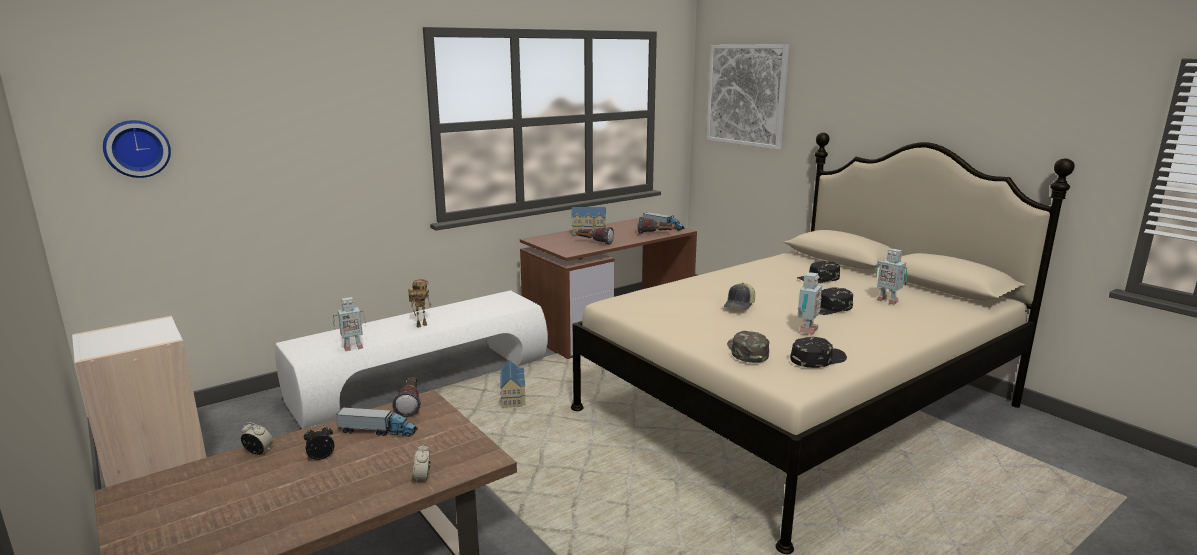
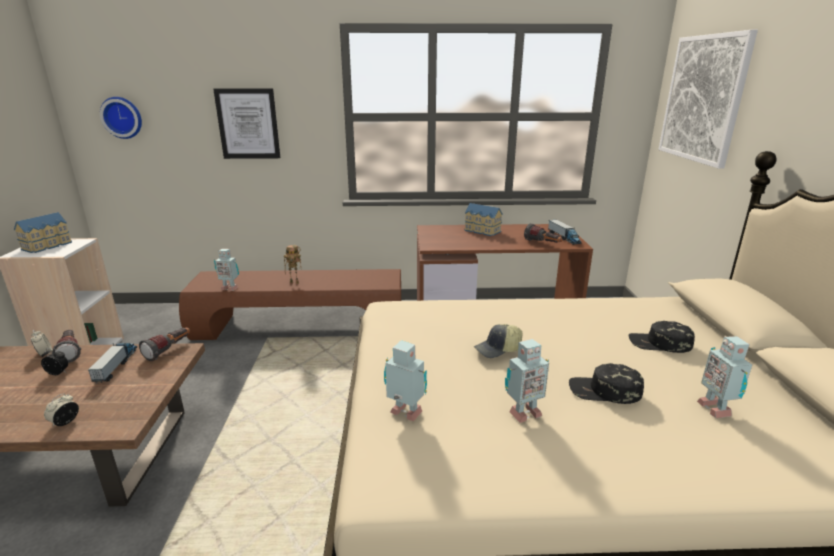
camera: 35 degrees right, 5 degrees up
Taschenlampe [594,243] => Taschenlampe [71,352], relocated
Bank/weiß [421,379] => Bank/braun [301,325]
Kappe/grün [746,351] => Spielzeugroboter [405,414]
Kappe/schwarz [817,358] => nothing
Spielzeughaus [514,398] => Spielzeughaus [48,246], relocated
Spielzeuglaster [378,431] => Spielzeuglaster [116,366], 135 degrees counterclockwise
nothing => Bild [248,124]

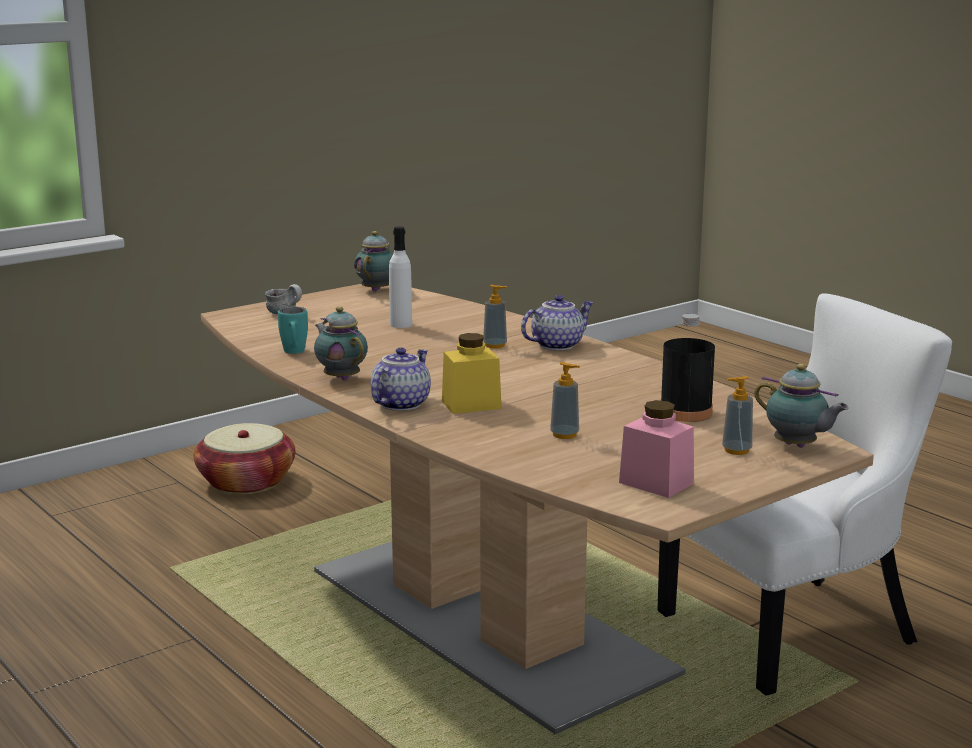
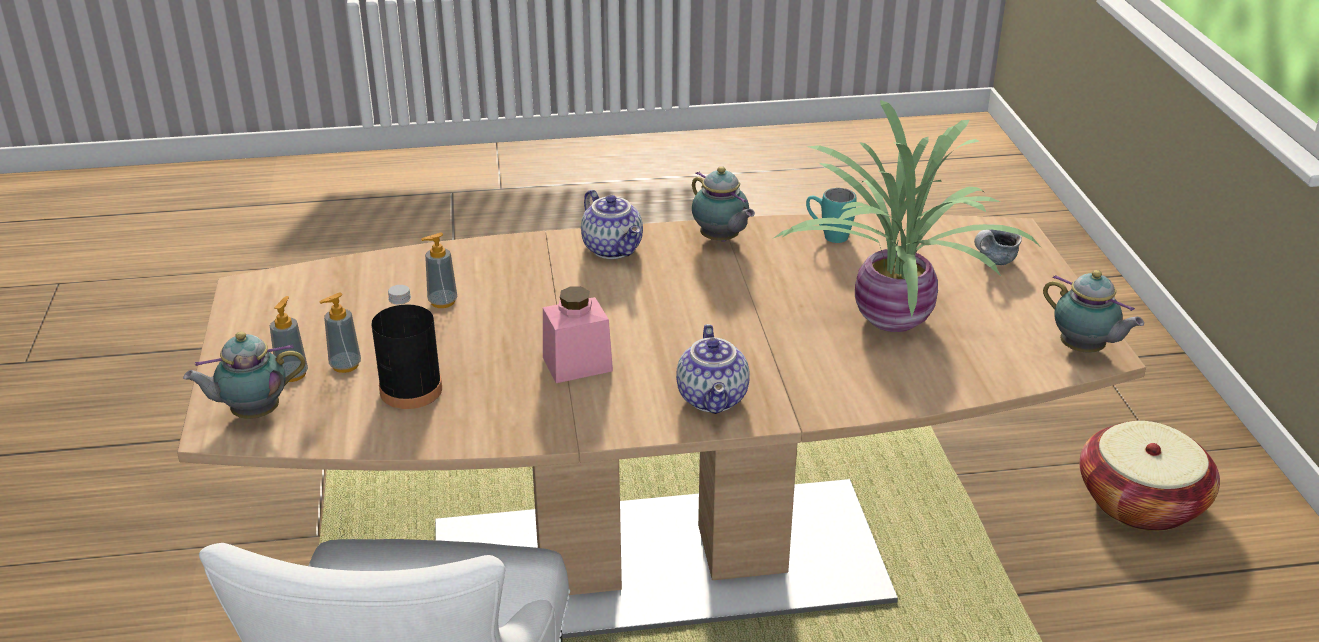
camera: 120 degrees right, 15 degrees up
Flasche/weiß [401,324] => Topfpflanze [891,321]
Seifenspender [495,345] => Seifenspender [345,365], relocated
Teekanne [341,378] => Teekanne [720,240], 60 degrees clockwise
Vorratsglas/gelb [471,404] => nothing
Vorratsglas/rosa [656,483] => Vorratsglas/rosa [577,364], relocated

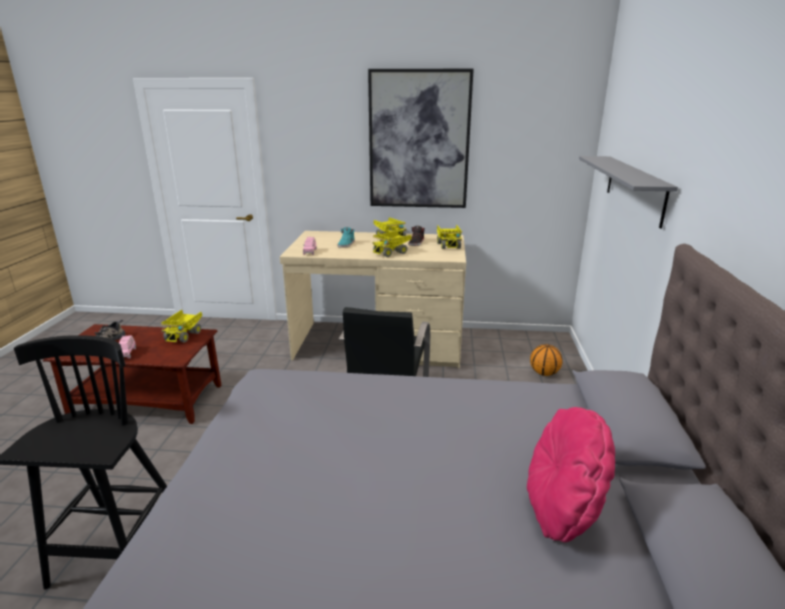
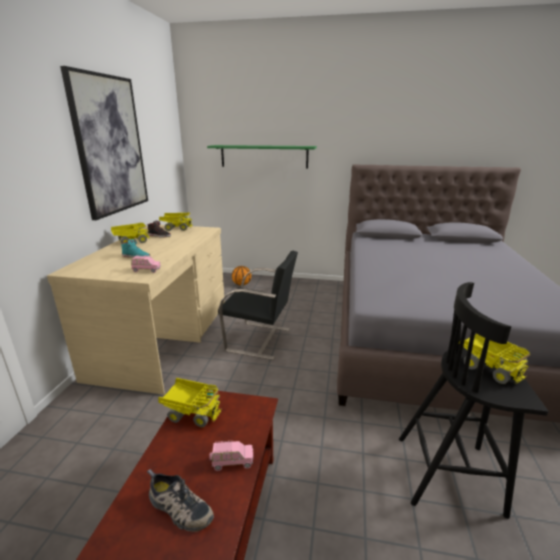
camera: 85 degrees left, 0 degrees up
Wandregal/grau [634,188] => Wandregal/grün [264,156]
Spielzeuglaster [391,252] => Spielzeuglaster [488,368], relocated
Kissen/rosa [560,514] => nothing

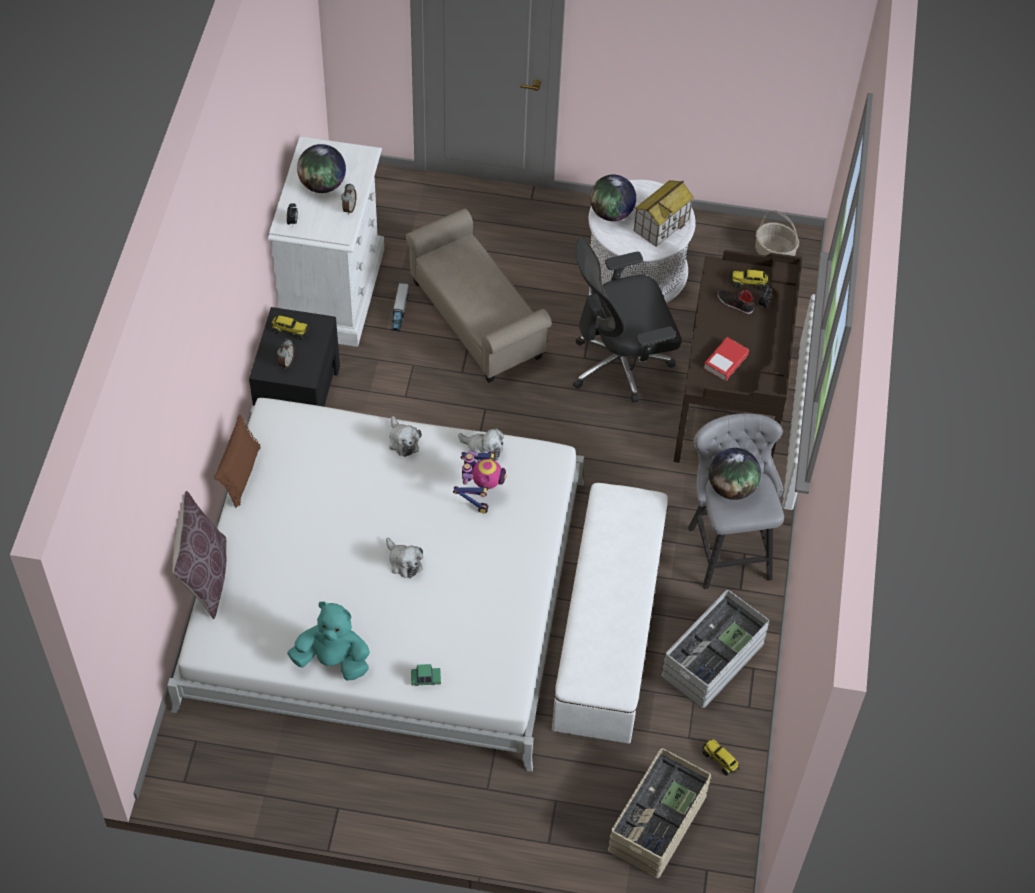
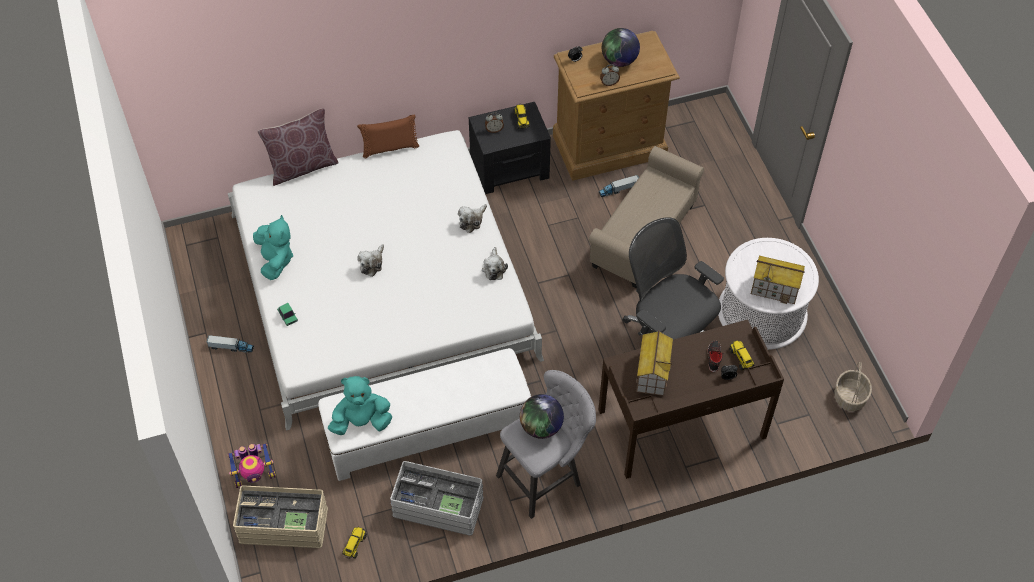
camera: 65 degrees right, 0 degrees up
Kommode/weiß [333,291] => Kommode/braun [609,146]
Globus [611,213] => nothing
Buch [725,361] => Spielzeughaus [652,373]
Spielzeugroboter [480,492] => Spielzeugroboter [255,475], relocated
nothing => Spielzeuglaster [231,347]
nothing => Plüschtier/türkis [361,421]

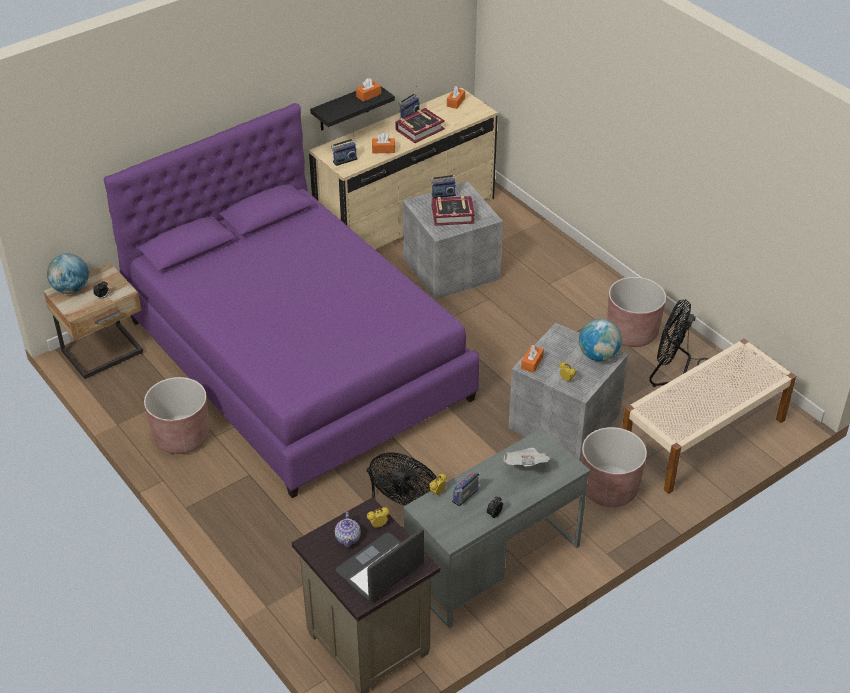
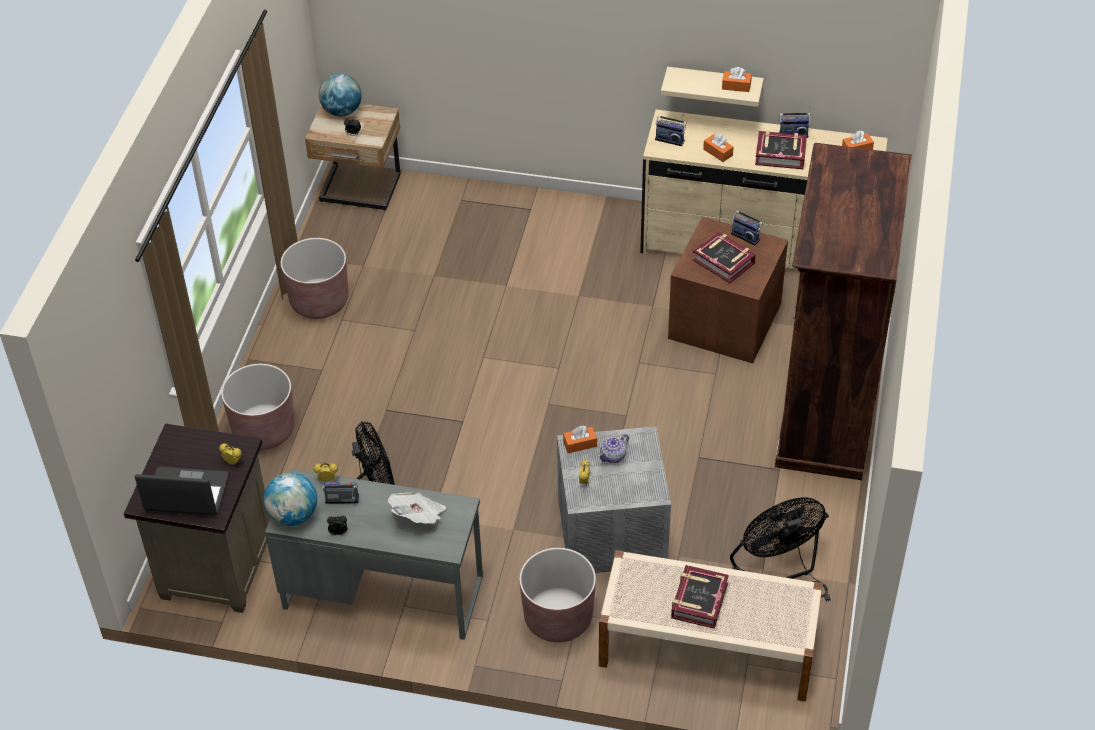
camera: 50 degrees right, 5 degrees up
Wandregal/schwarz [344,108] => Wandregal/beige [714,86]
Bett/lila [298,359] => nothing
Aufbewahrungsbox/grau [451,267] => Aufbewahrungsbox/braun [726,320]
Pflanzkübel/braun [632,333] => Pflanzkübel/braun [264,430], relocated
Globus [598,355] => Globus [293,515], relocated
Teekanne [348,538] => Teekanne [613,456], relocated
nothing => Kleiderschrank/braun [825,414]
nothing => Buch [698,600]

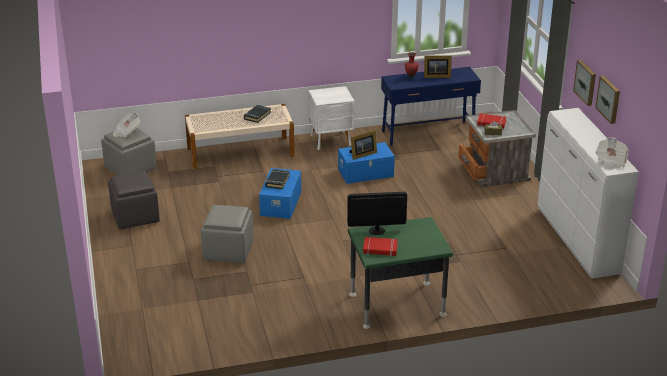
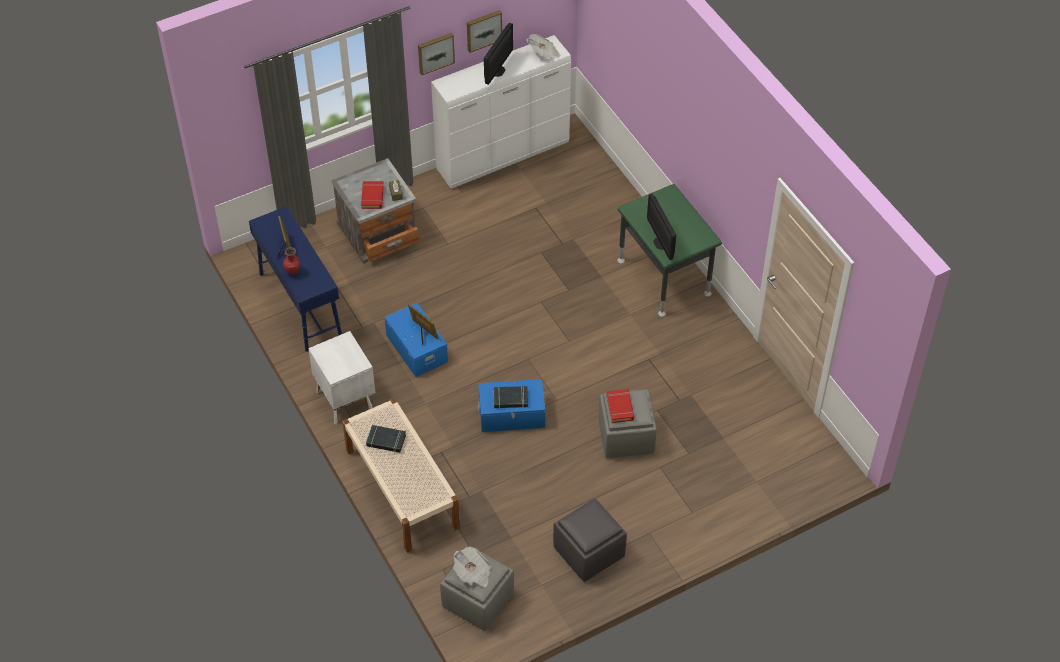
camera: 105 degrees left, 20 degrees up
Buch/rot [380,249] => Buch/rot [620,407], relocated
nothing => Monitor [497,71]

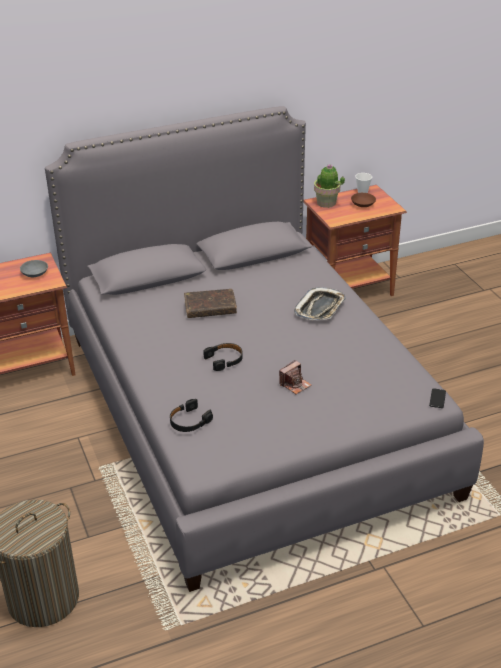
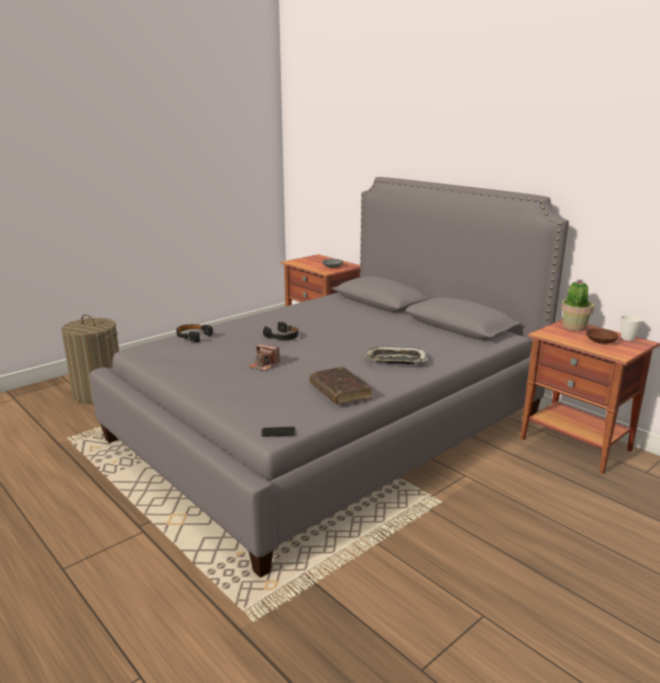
camera: 70 degrees right, 15 degrees down
Buch/braun [210,308] => Buch/braun [339,392], relocated

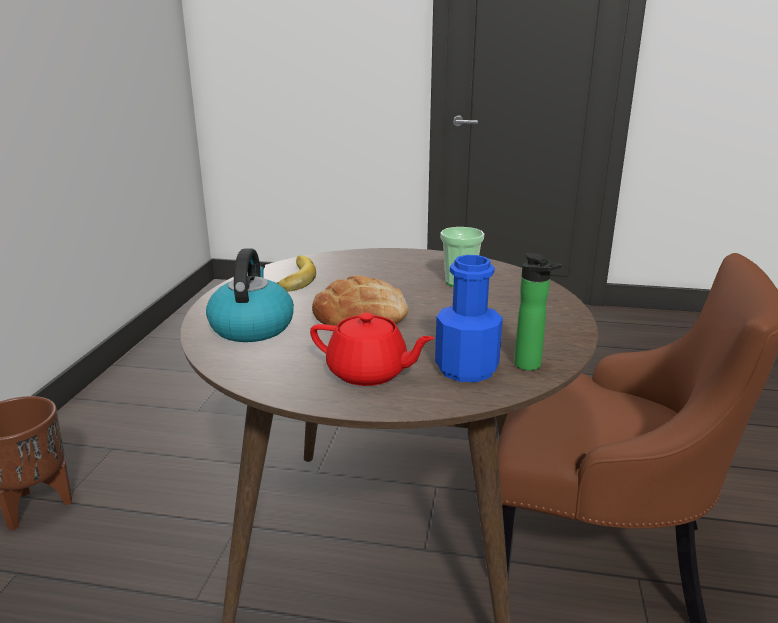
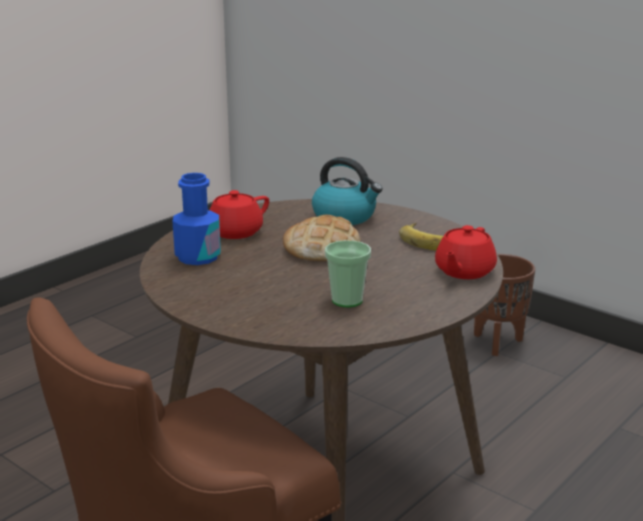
camera: 120 degrees right, 0 degrees up
Flasche [530,366] => nothing
nothing => Teekanne/rot [463,271]

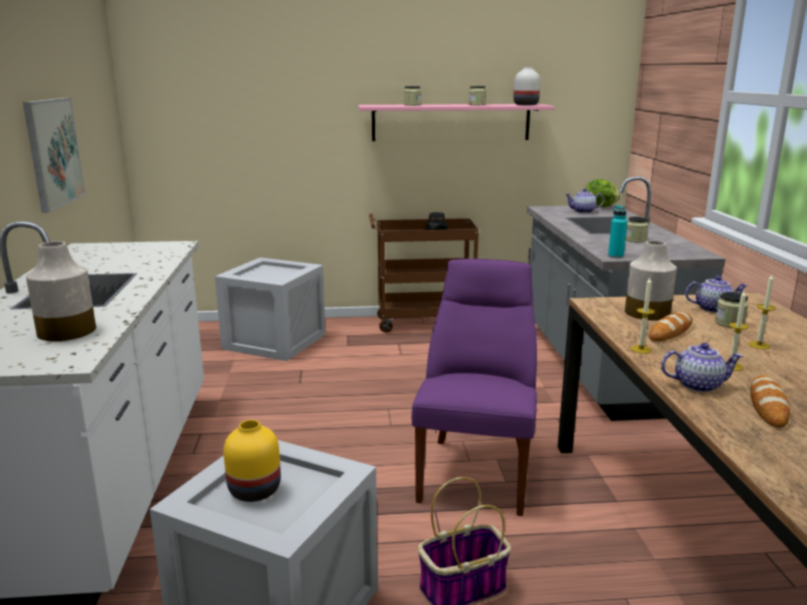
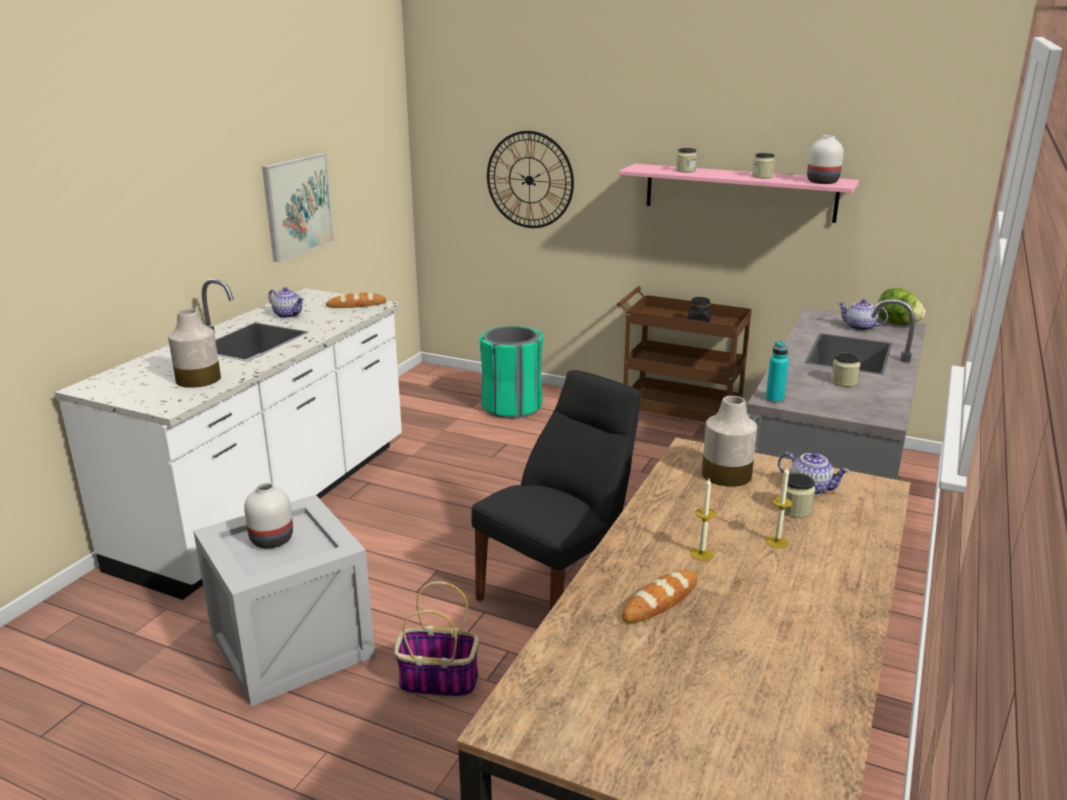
camera: 30 degrees right, 5 degrees up
Kiste [274,341] => Mülleimer/grün [512,407]
Stuhl/lila [476,471] => Stuhl/schwarz [559,590]
Kerze [641,349] => nothing
Brot [670,331] => Brot [356,305], relocated
Teekanne [698,385] => Teekanne [288,315], relocated
Vase/gelb [255,489] => Vase/weiß [273,539]
nothing => Wanduhr [529,180]

